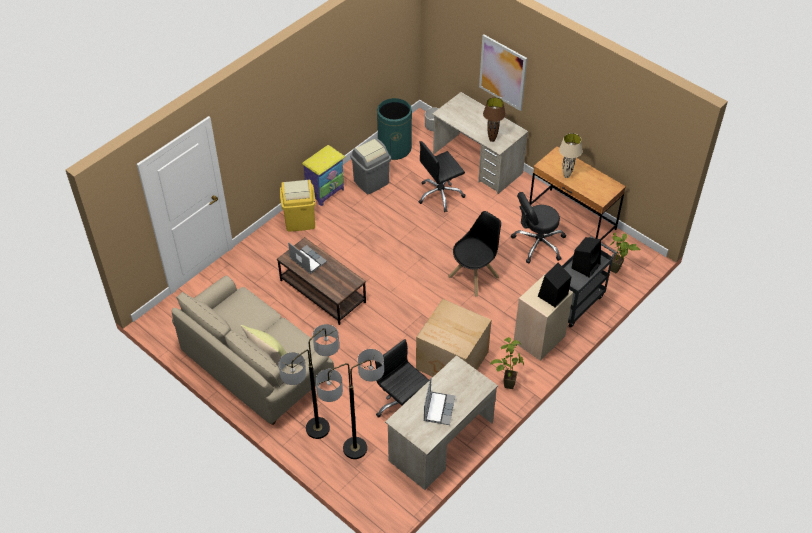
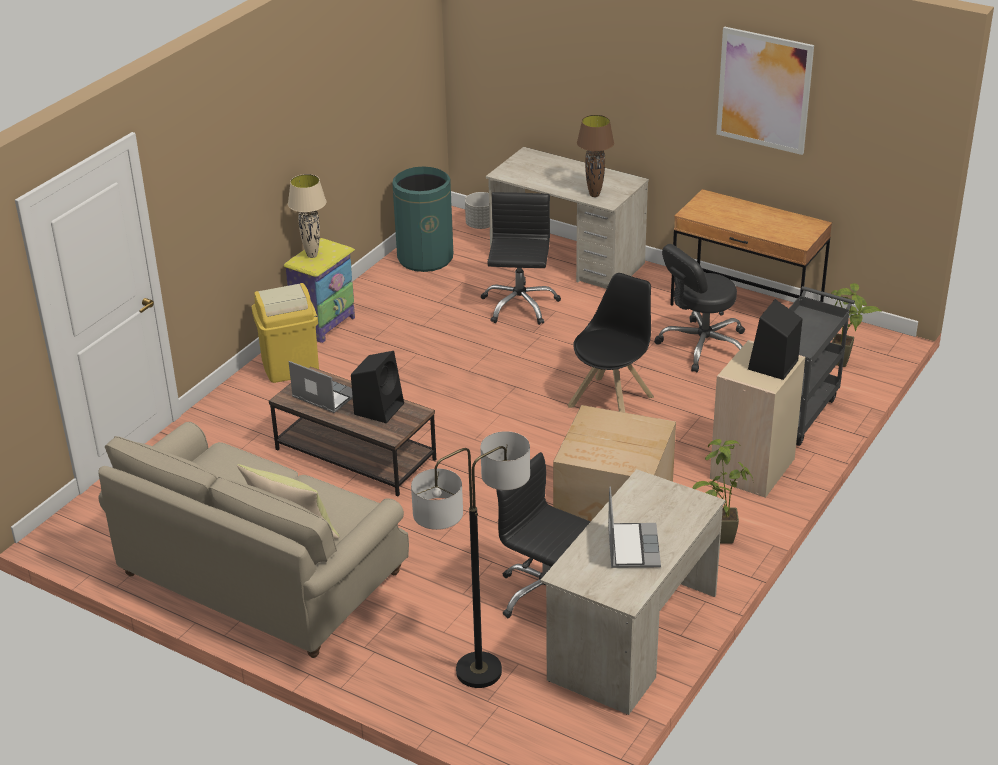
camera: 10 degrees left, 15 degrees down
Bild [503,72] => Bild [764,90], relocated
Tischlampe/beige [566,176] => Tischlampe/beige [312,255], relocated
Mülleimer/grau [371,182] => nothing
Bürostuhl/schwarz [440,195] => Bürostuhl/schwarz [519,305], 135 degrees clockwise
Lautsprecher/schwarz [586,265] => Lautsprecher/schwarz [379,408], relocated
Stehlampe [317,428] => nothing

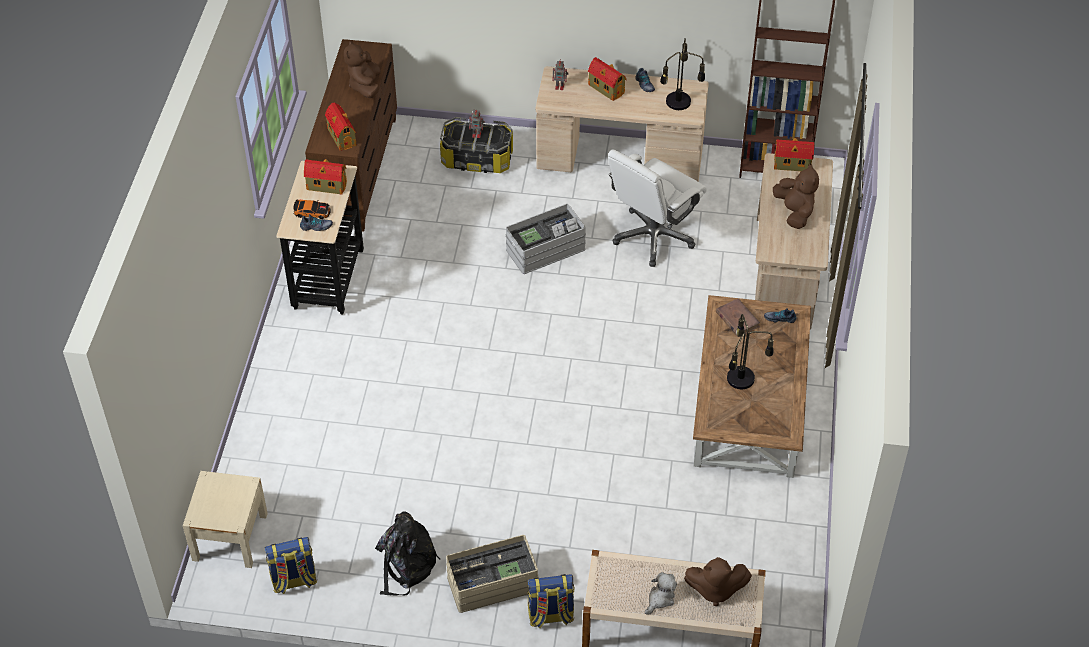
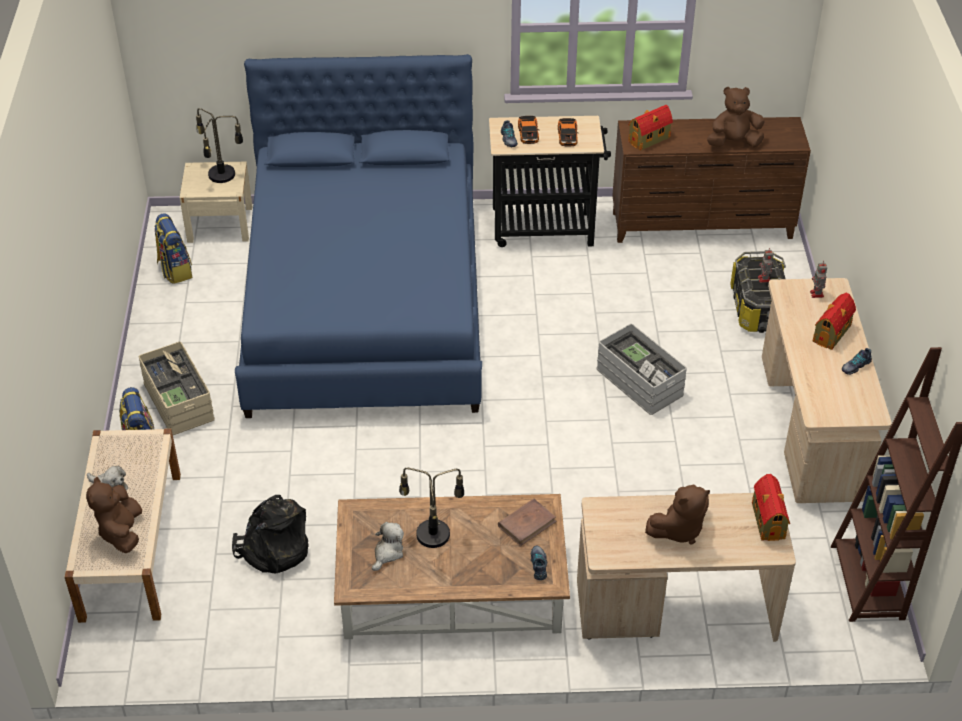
camera: 80 degrees right, 5 degrees down
Tischlampe [678,102] => Tischlampe [221,175], relocated
Bürostuhl/weiß [653,236] => nothing
Spielzeughaus [325,185] => Spielzeugauto [568,136]
Rucksack/schwarz [405,565] => Rucksack/schwarz [273,549], relocated
nothing => Bett/blau [365,302]
nothing => Plüschtier [387,553]

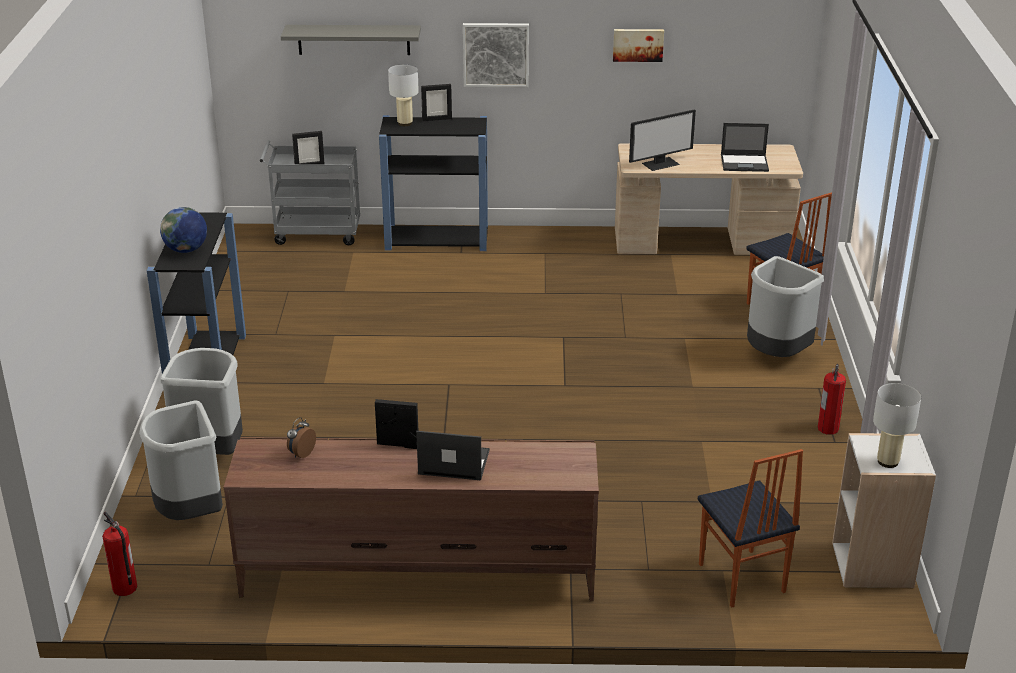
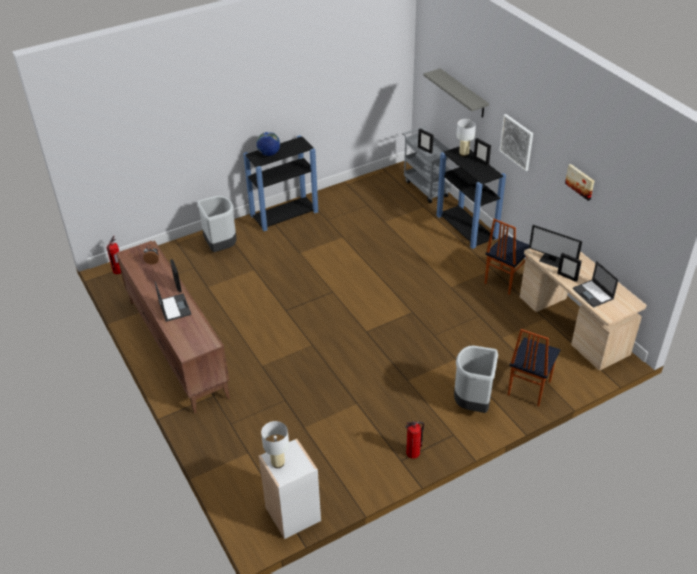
camera: 60 degrees right, 10 degrees up
Mülleimer/grau [190,514] => nothing
Stuhl [740,579] => Stuhl [504,280], relocated
nothing => Bilderrahmen [567,276]

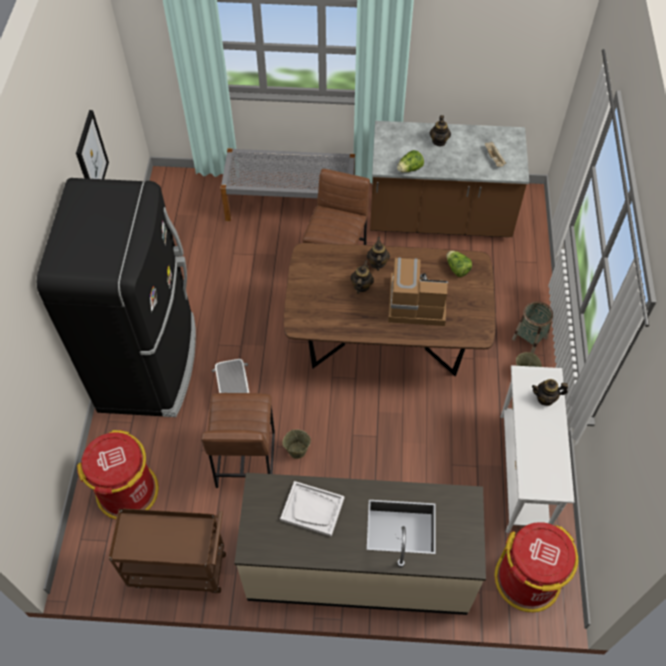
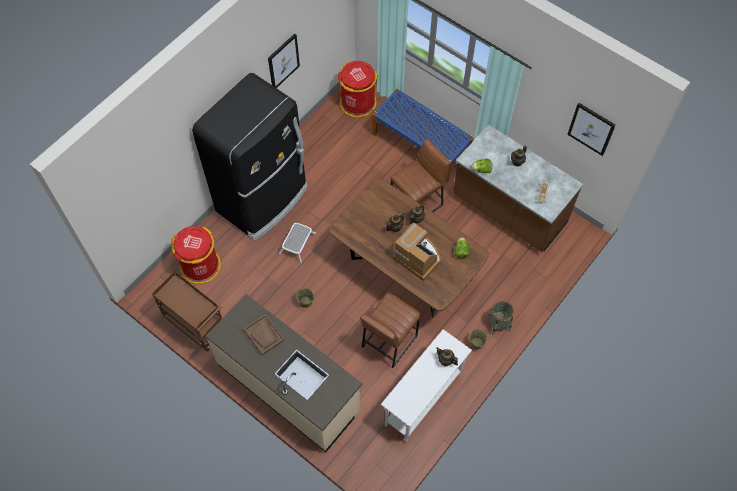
camera: 35 degrees right, 5 degrees up
Bank/grau [290,203] => Bank/blau [421,145]
Stuhl/braun [245,460] => Stuhl/braun [389,342], relocated
Tablett/weiß [312,509] => Tablett/braun [264,335]
Mülleimer/rot [527,580] => Mülleimer/rot [357,103], relocated
nothing => Bild [591,128]

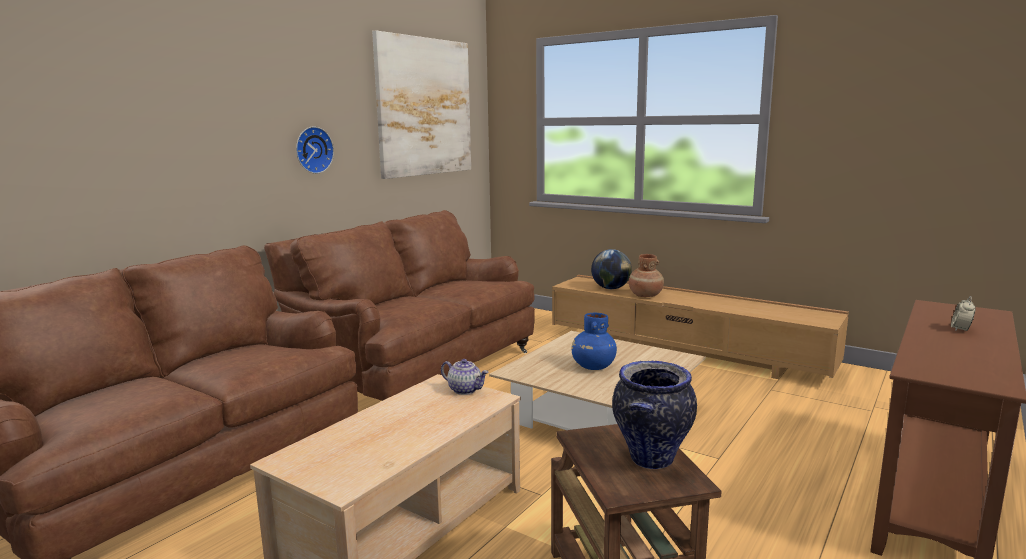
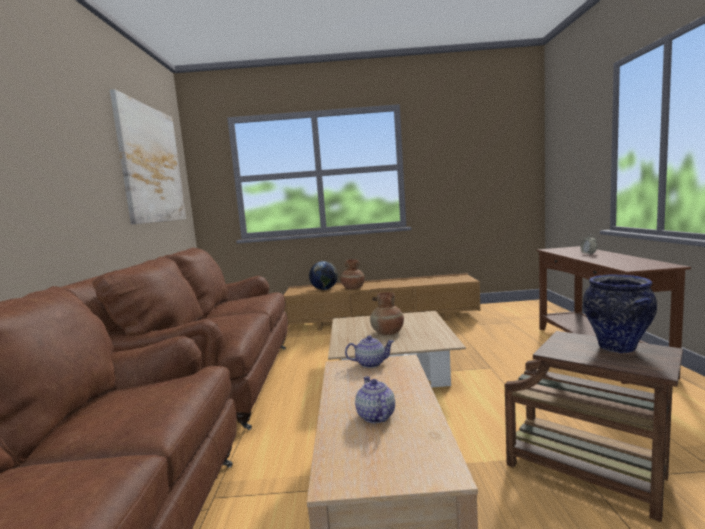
camera: 35 degrees left, 5 degrees down
Wanduhr [312,150] => nothing
Vase/blau [593,366] => Vase/braun [387,332]
nothing => Teekanne [375,416]

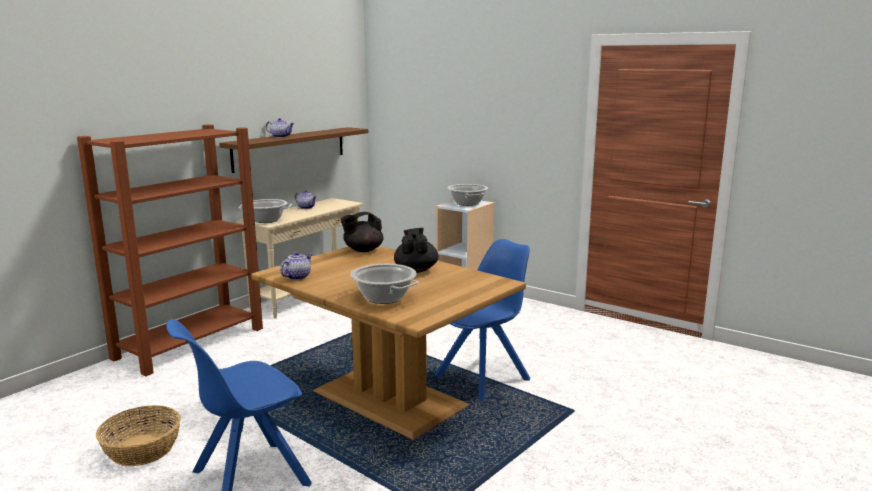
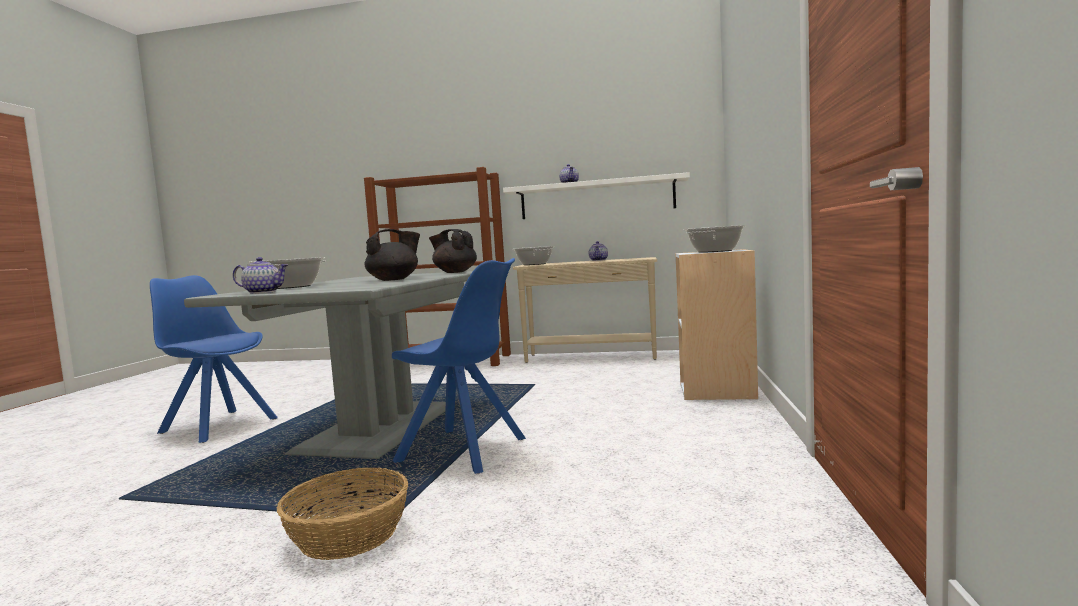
camera: 65 degrees right, 10 degrees down
Wandregal/braun [290,148] => Wandregal/weiß [596,198]
Esstisch/braun [388,399] => Esstisch/grau [376,428]
Teekanne [297,277] => Teekanne [264,292], relocated
Korb [141,449] => Korb [348,534], relocated

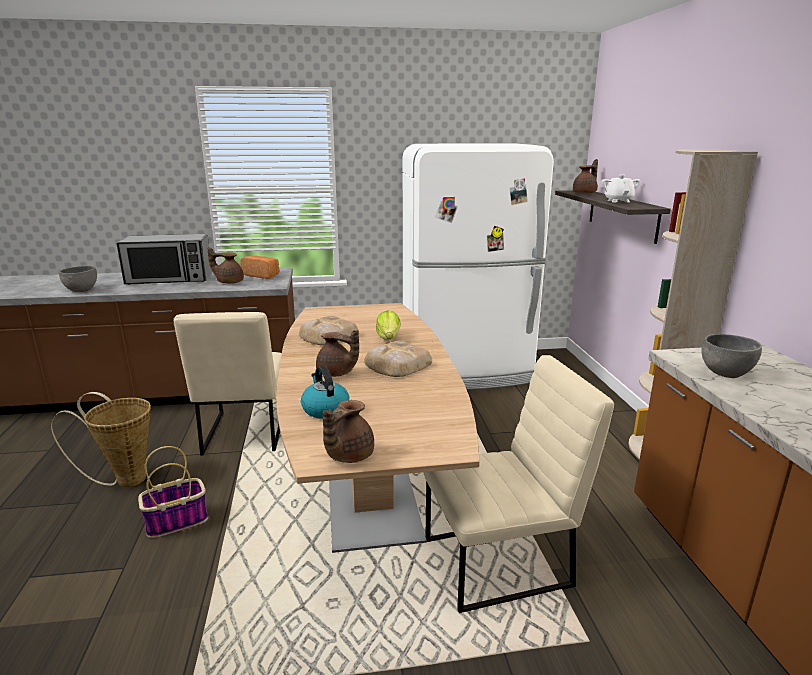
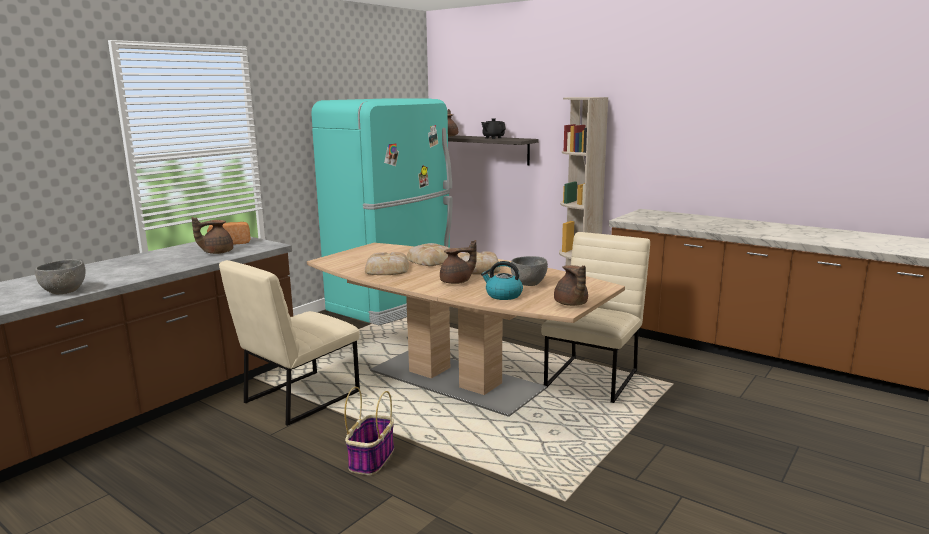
camera: 45 degrees left, 5 degrees down
Kühlschrank/weiß [467,371] => Kühlschrank/türkis [393,303]
Teekanne/weiß [618,201] => Teekanne/schwarz [493,138]
Mikrowelle [170,279] => nothing
Salatkopf [388,338] => Brot [431,260]
Stuhl/beige [244,433] => Stuhl/beige [299,398], 90 degrees clockwise
Schüssel/grau [725,373] => Schüssel/grau [528,284], relocated
Korb [125,479] => nothing

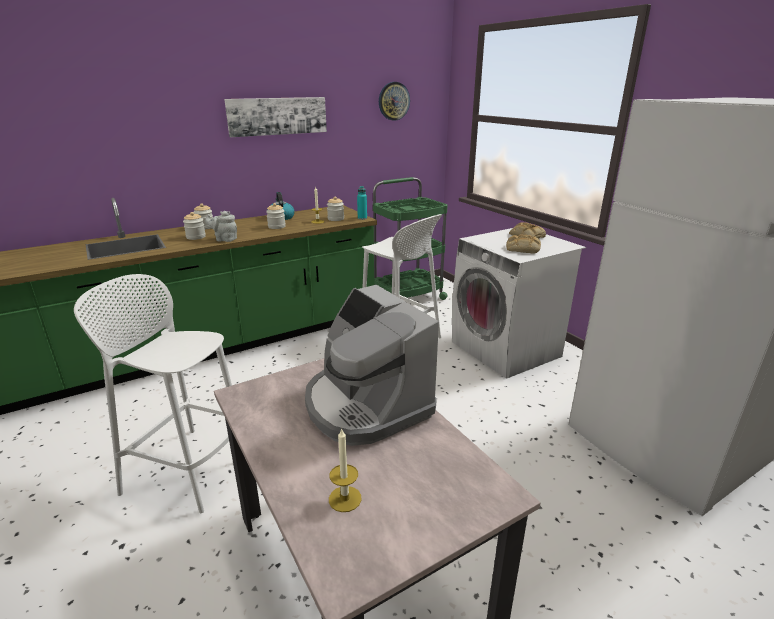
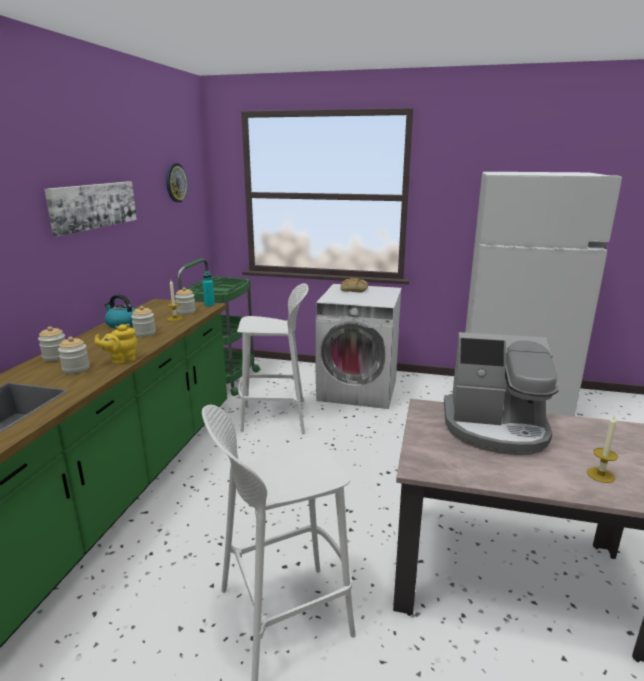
camera: 45 degrees left, 5 degrees down
Teekanne/grau [224,239] => Teekanne/gelb [121,360]
Brot [522,249] => nothing

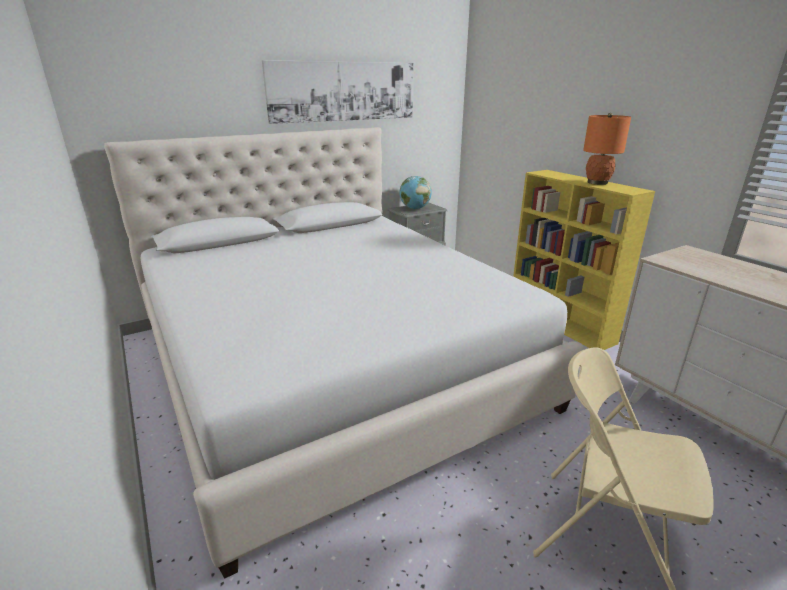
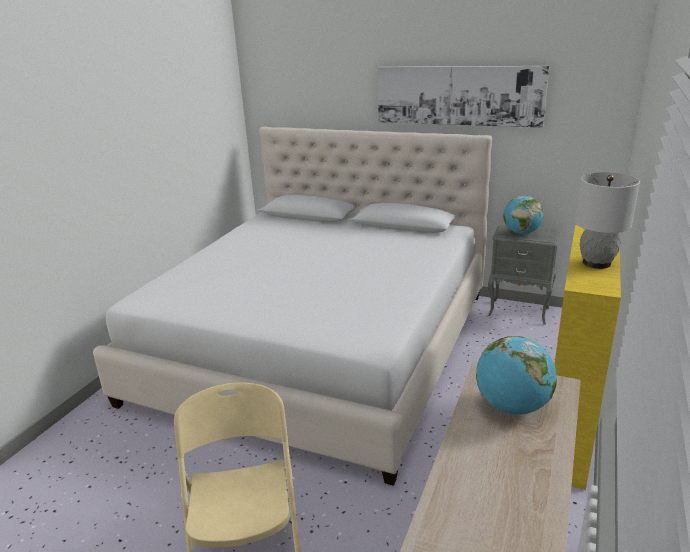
camera: 55 degrees right, 0 degrees up
Tischlampe/orange [597,182] => Tischlampe/weiß [596,263]
nothing => Globus [512,407]

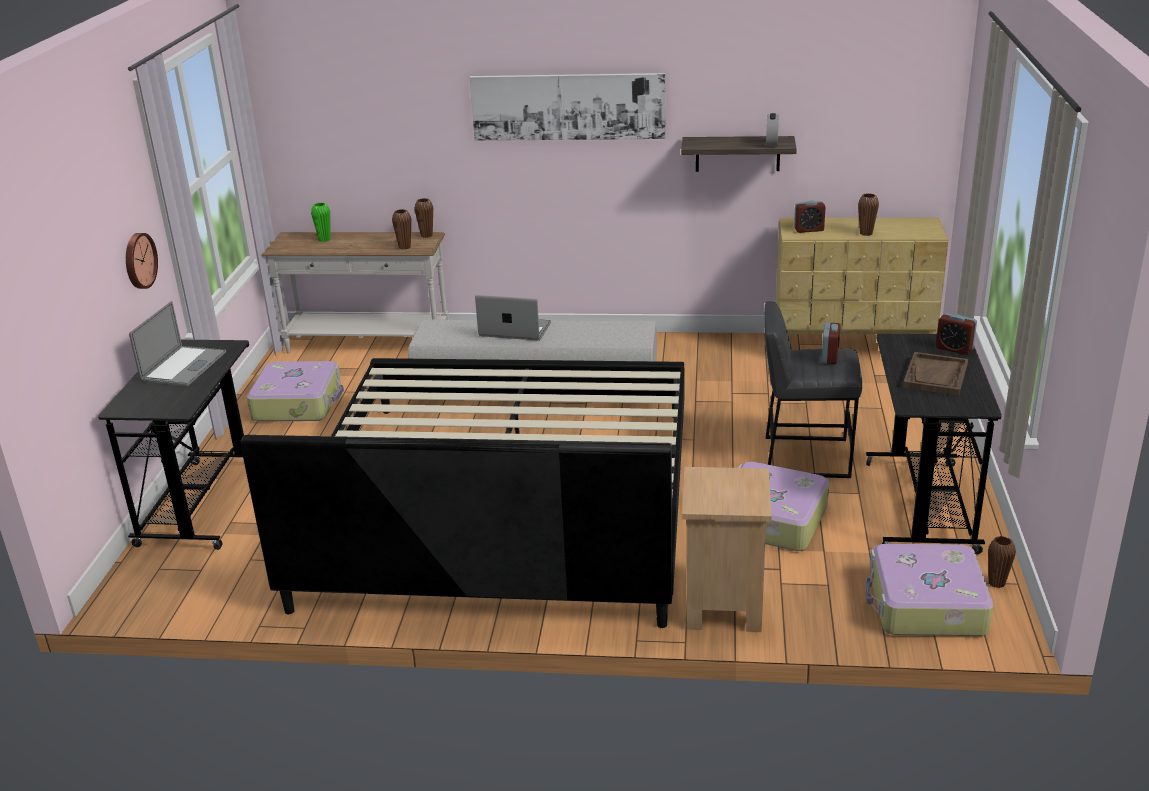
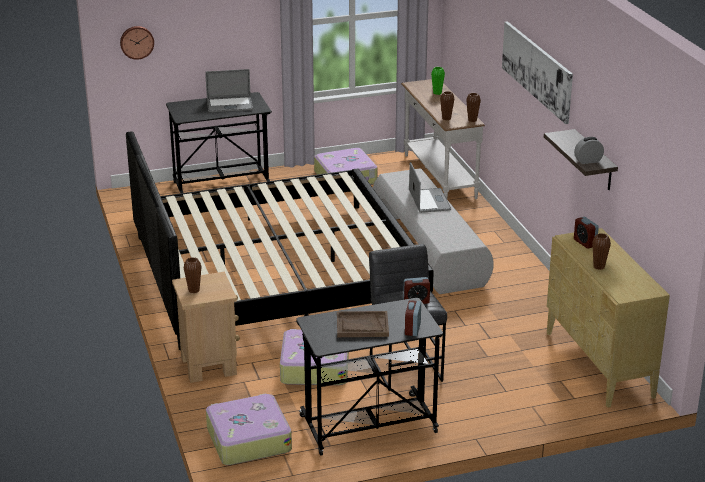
camera: 65 degrees right, 0 degrees up
Wanduhr [138,260] => Wanduhr [136,42], relocated
Vase/braun [996,583] => Vase/braun [194,290], relocated

